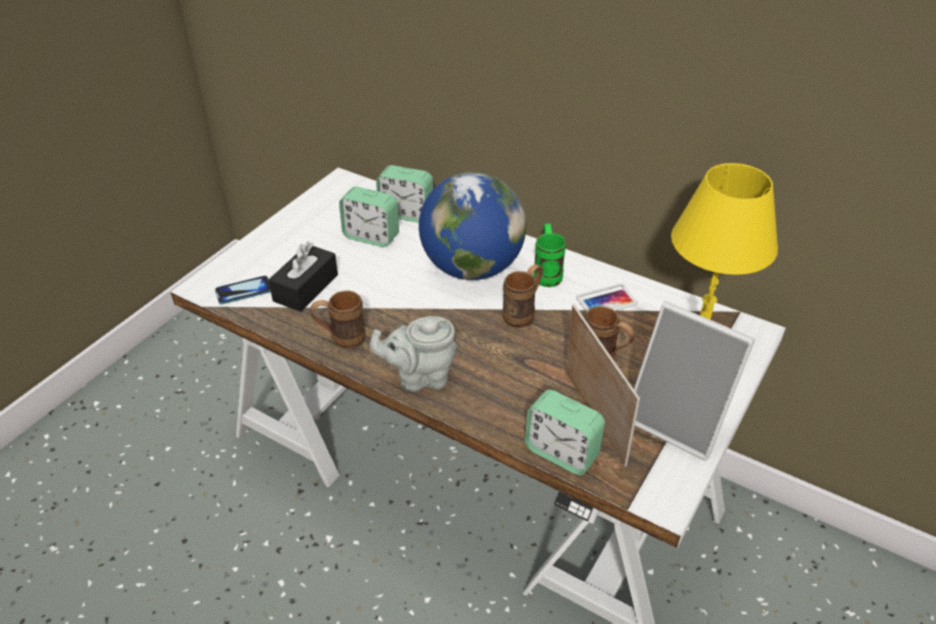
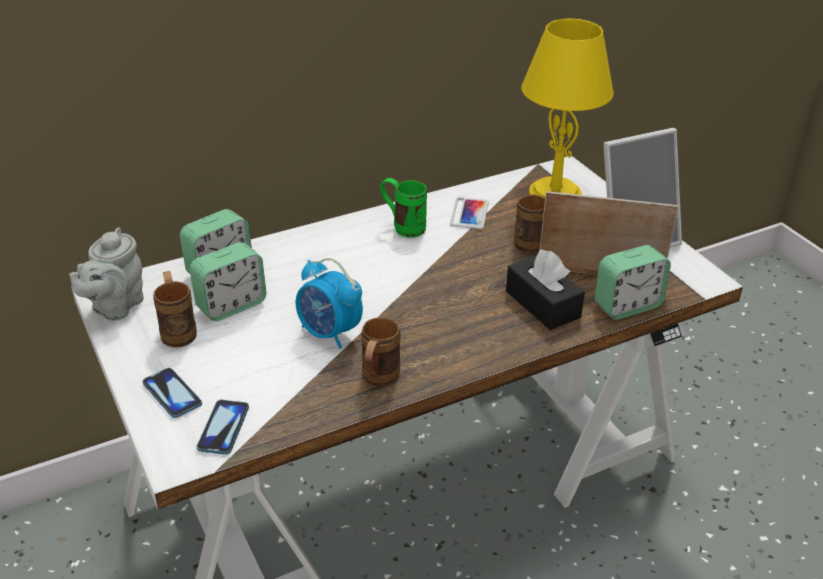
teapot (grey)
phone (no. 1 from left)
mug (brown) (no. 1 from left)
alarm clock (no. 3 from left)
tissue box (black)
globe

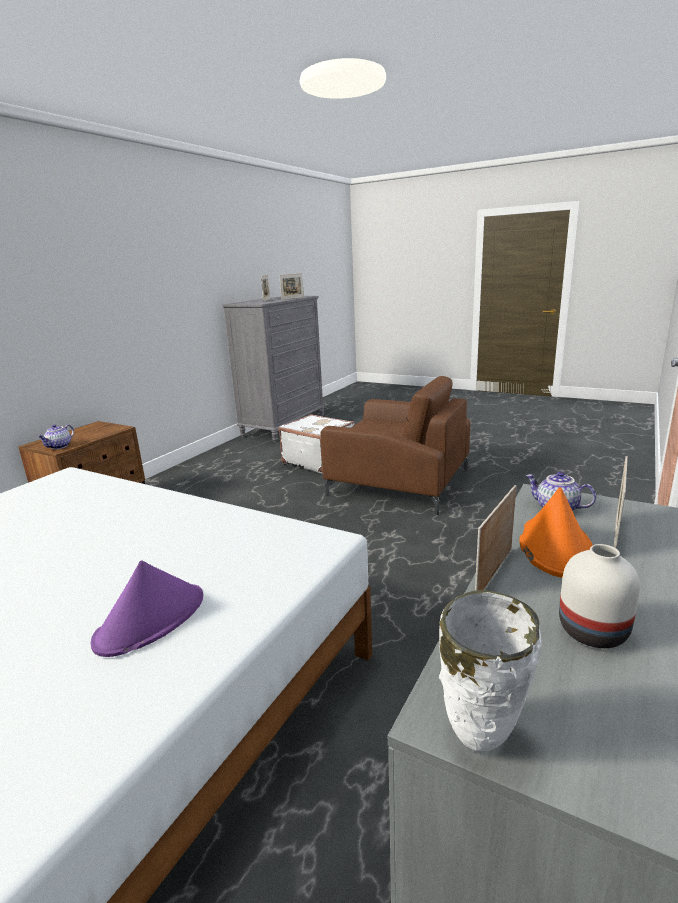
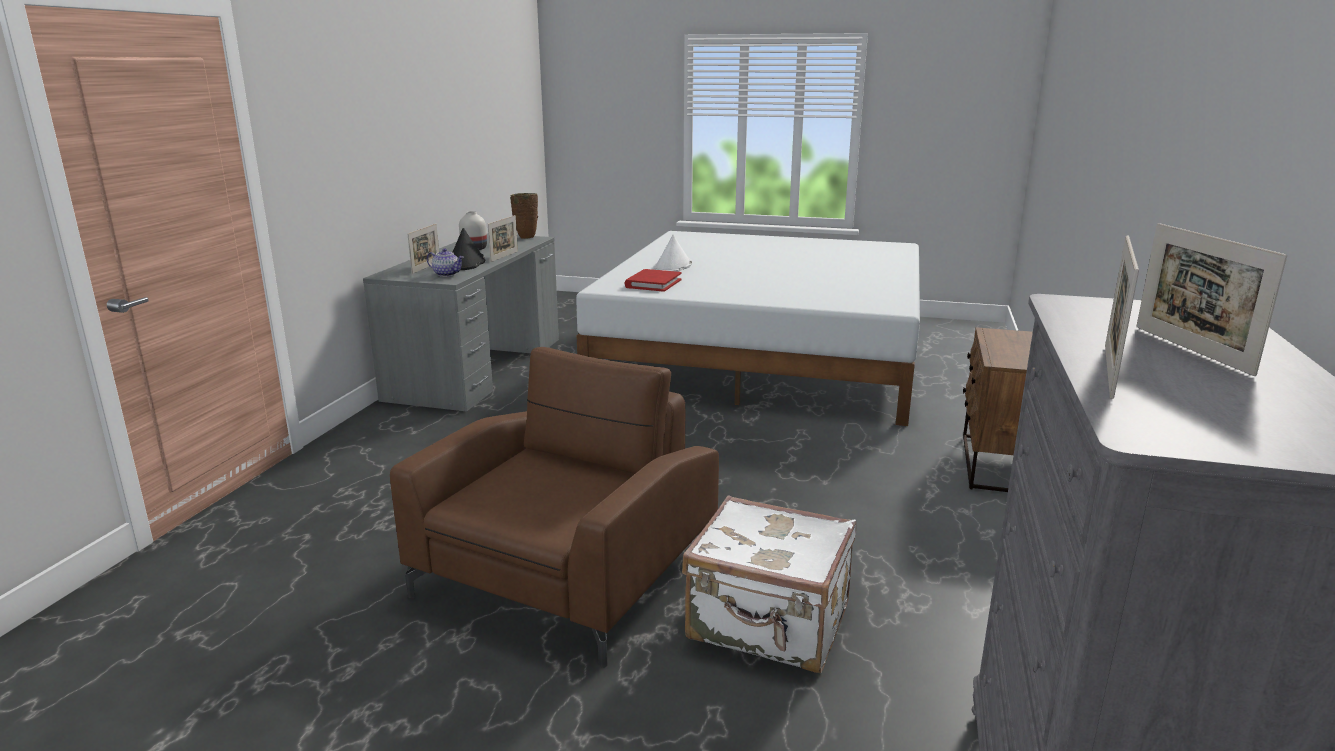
armchair (brown)
hat (black)
vase (brown)
book (red)
hat (white)
teapot (no. 1 from left in the first image)

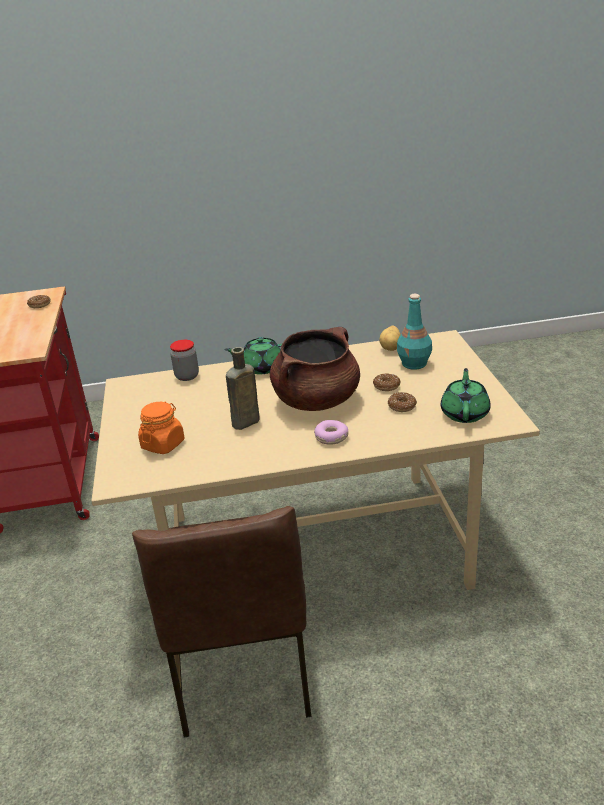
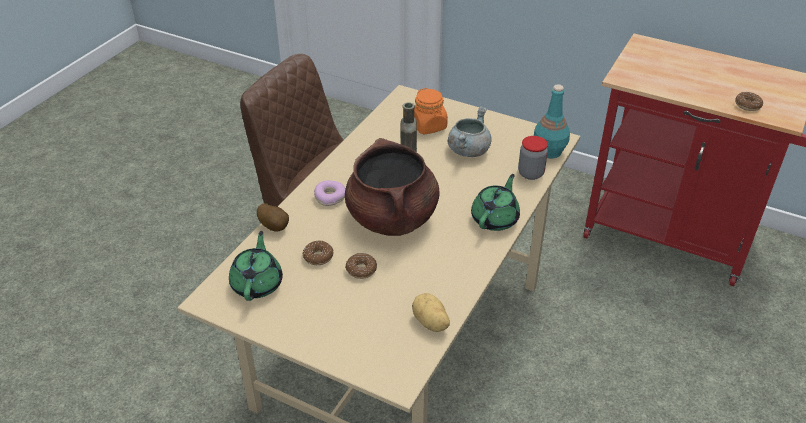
teapot (green) (no. 1 from left)
potato (no. 1 from left)
cooking pot (grey)
bottle (turquoise)

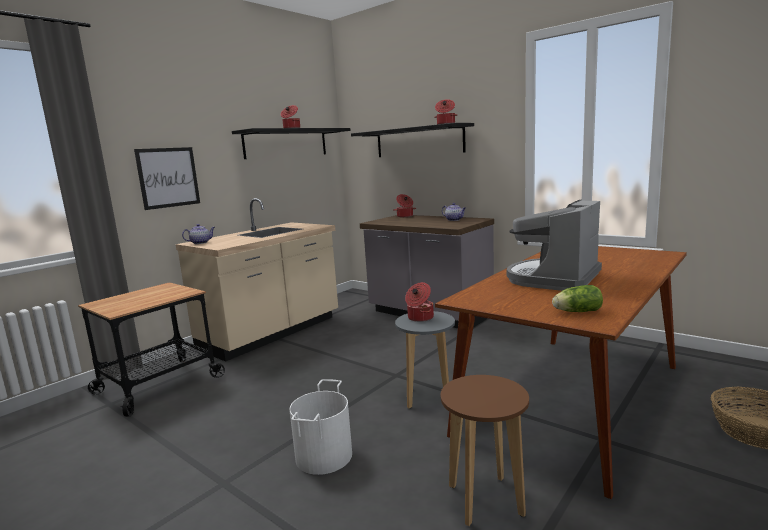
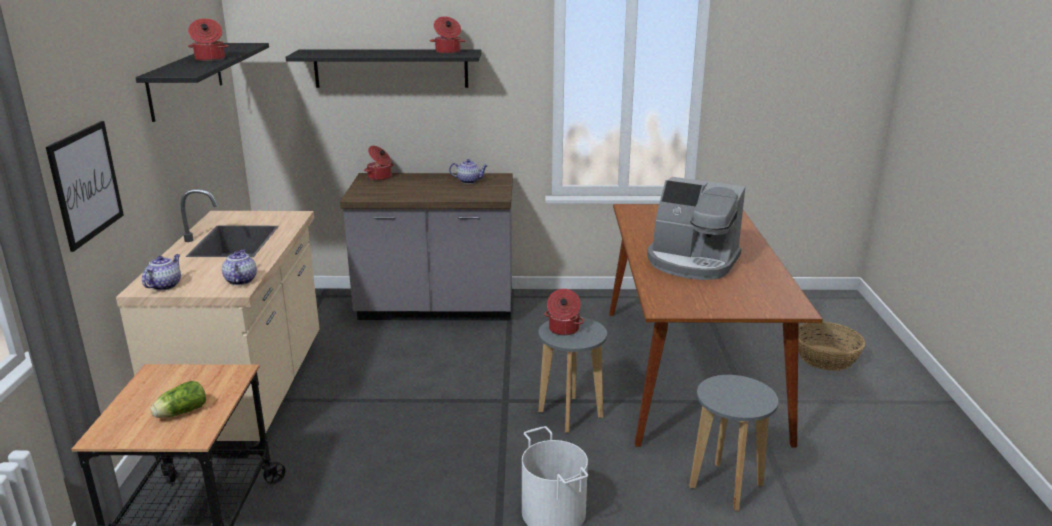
lettuce
teapot (no. 2 from left)
coffee machine
stool (grey) (no. 2 from left)

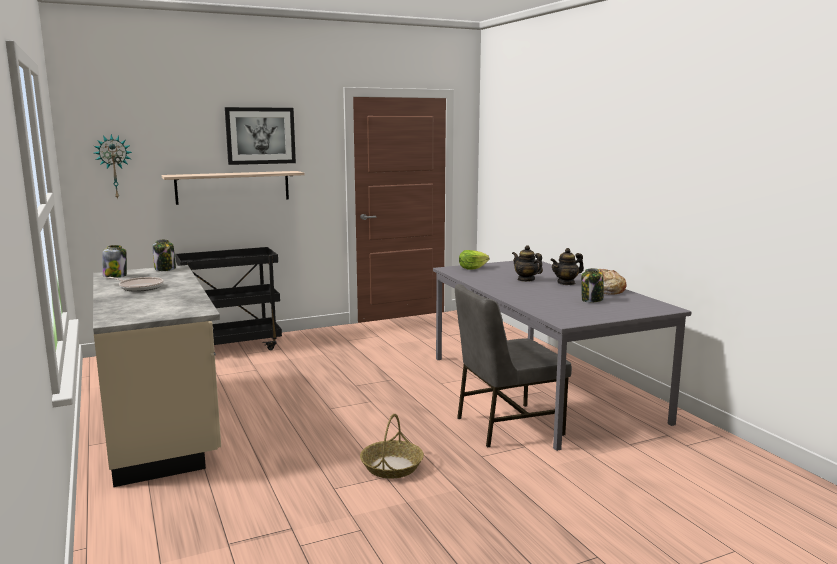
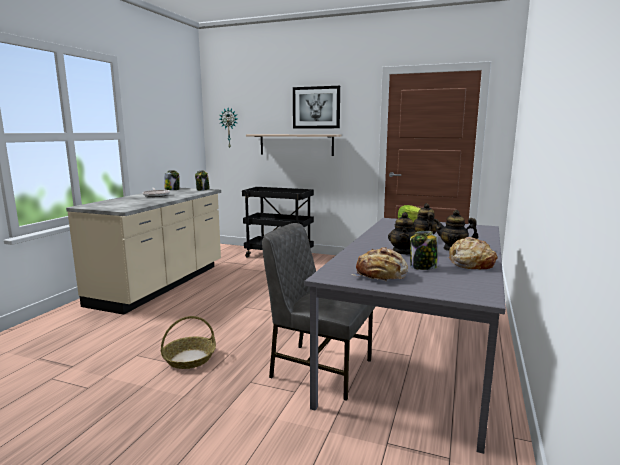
bread (no. 1 from left)
teapot (no. 1 from left)

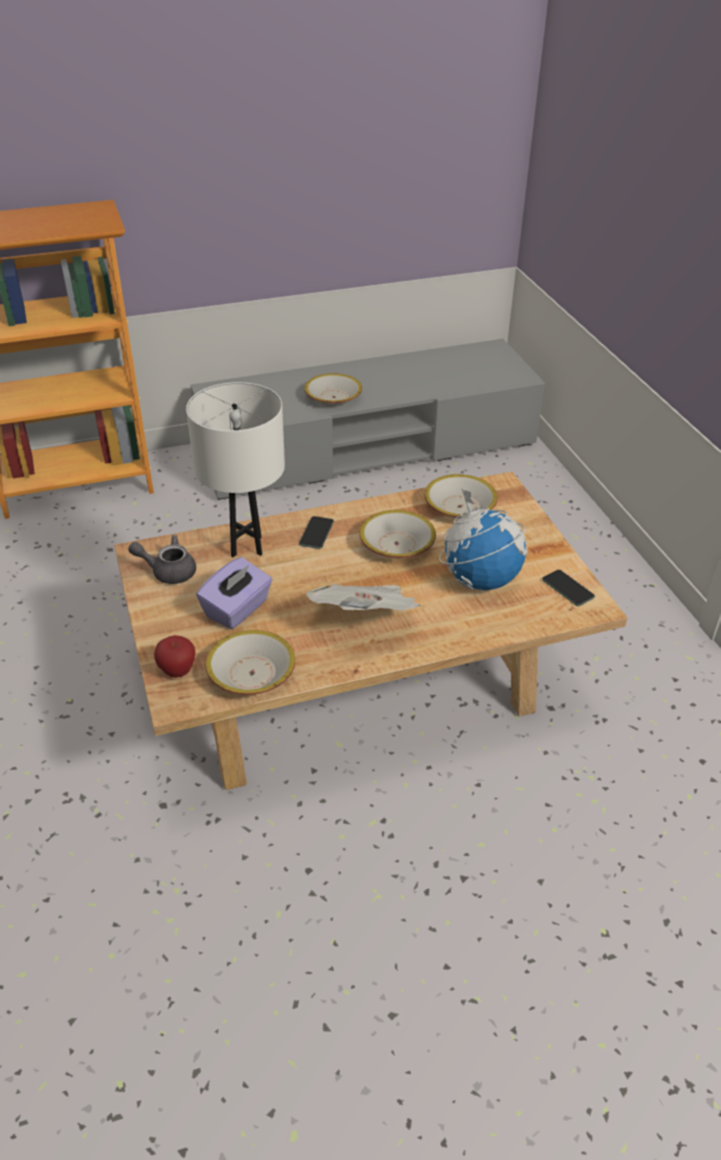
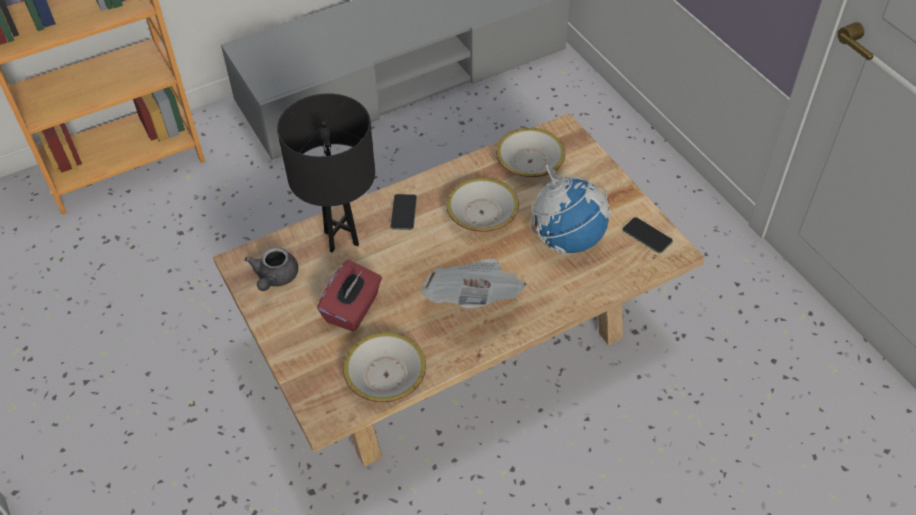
teapot (grey)
table lamp (black)
tissue box (red)
apple
bowl (no. 2 from left in the first image)

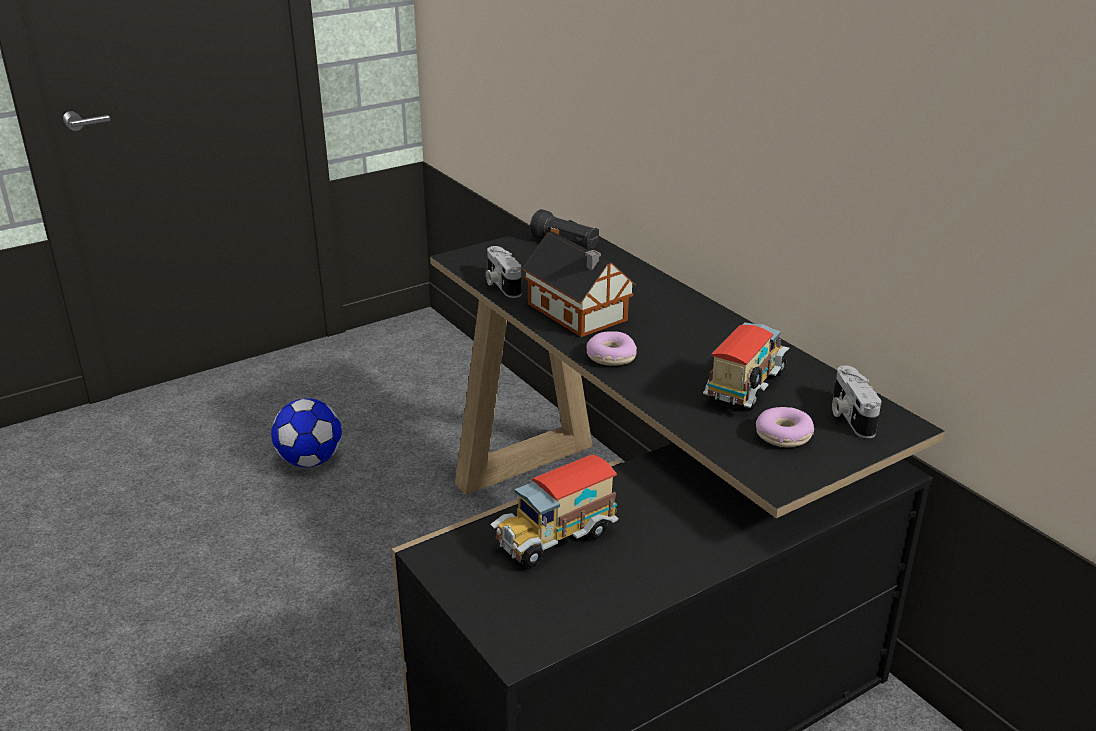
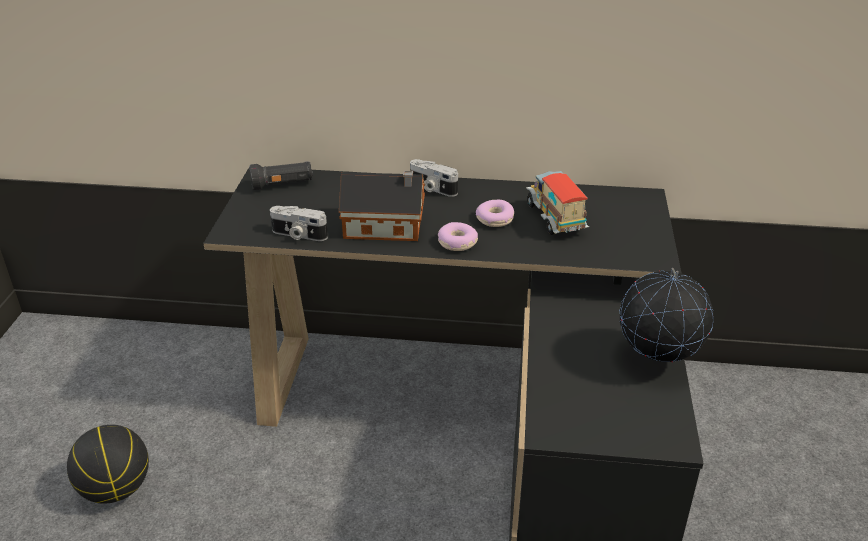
basketball
photo camera (no. 2 from left)
donut (no. 2 from left)
globe
toy truck (no. 1 from left in the first image)

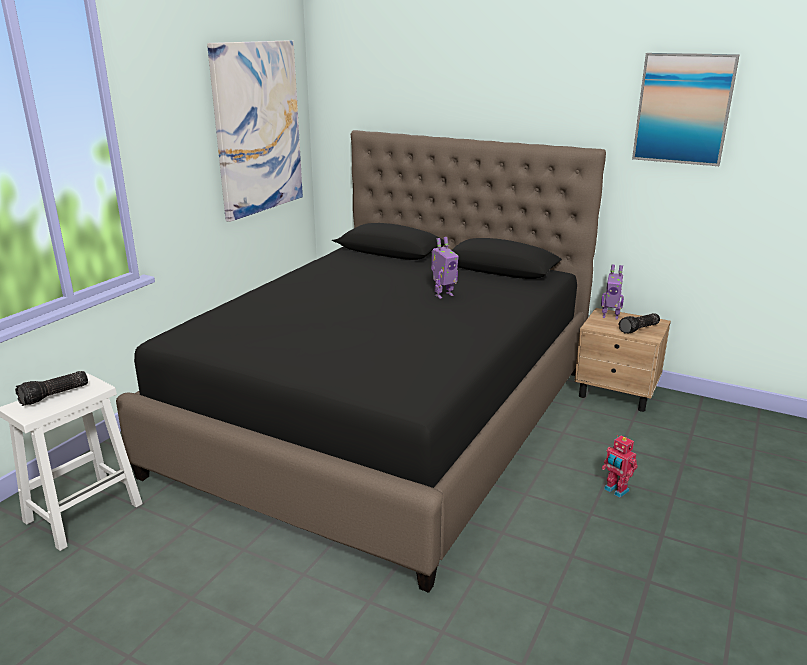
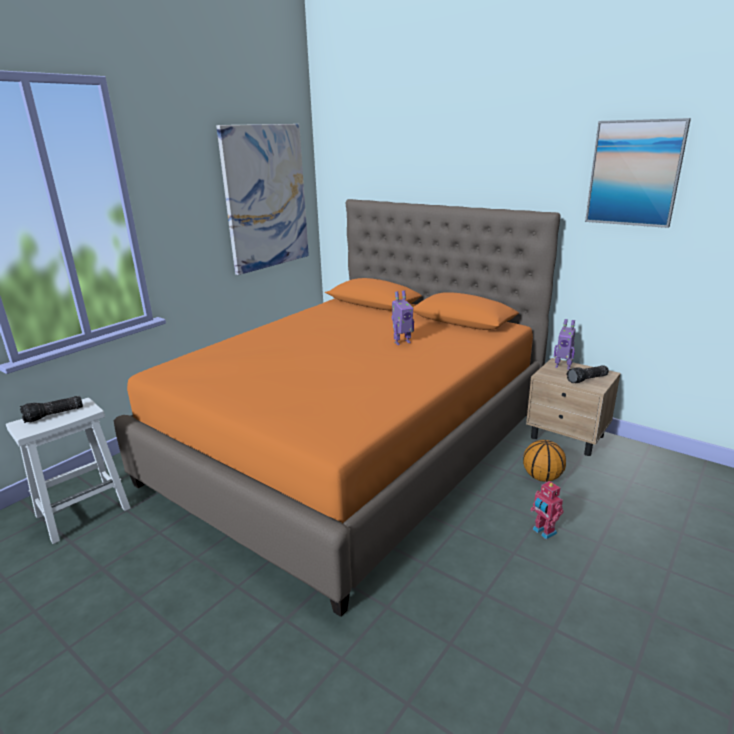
bed (orange)
basketball

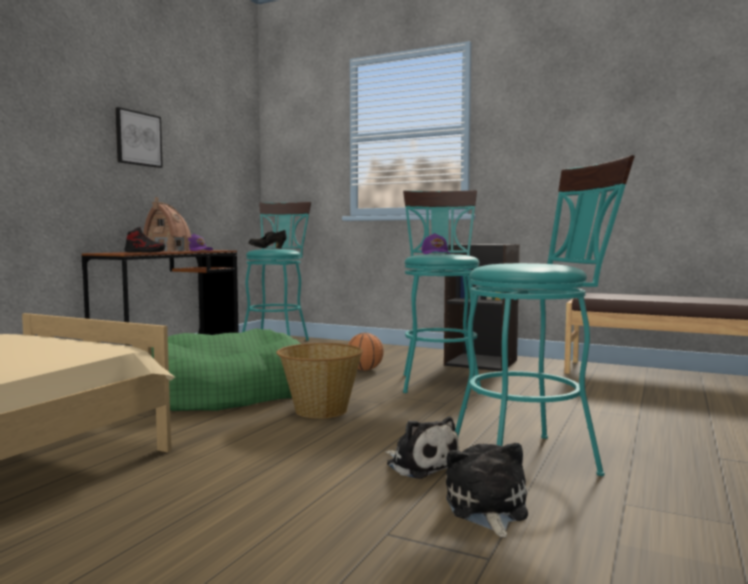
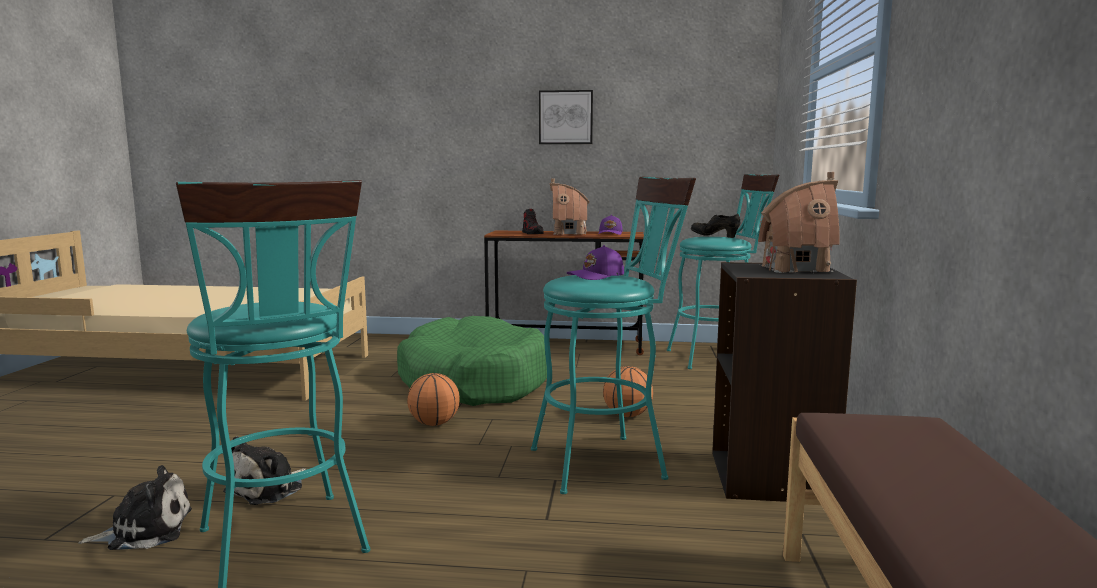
basketball (no. 1 from left)
toy house (no. 2 from left)

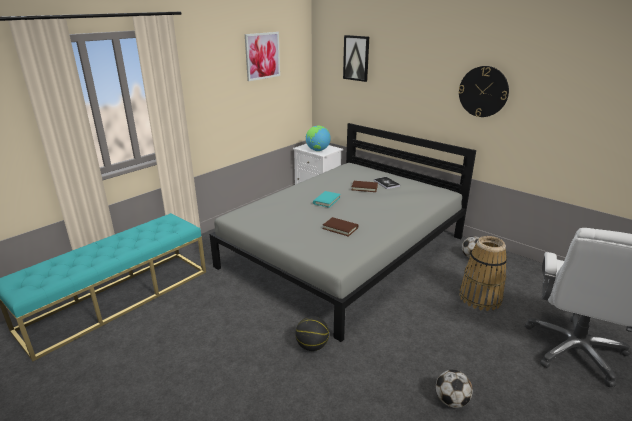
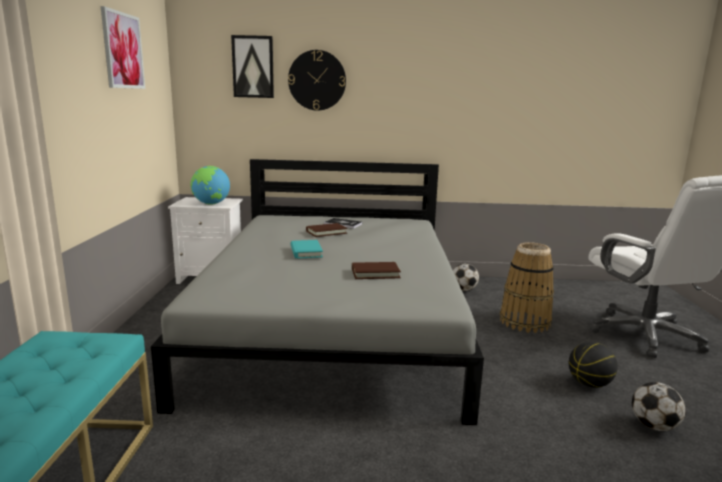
wall clock
basketball

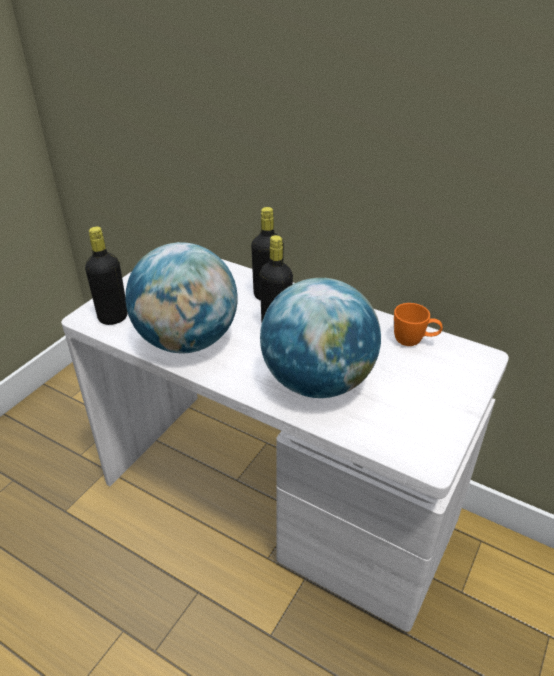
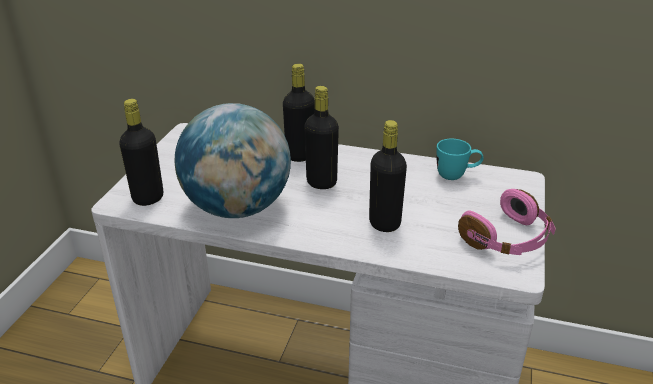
bottle (black) (no. 4 from left)
mug (turquoise)
headphones (pink)

